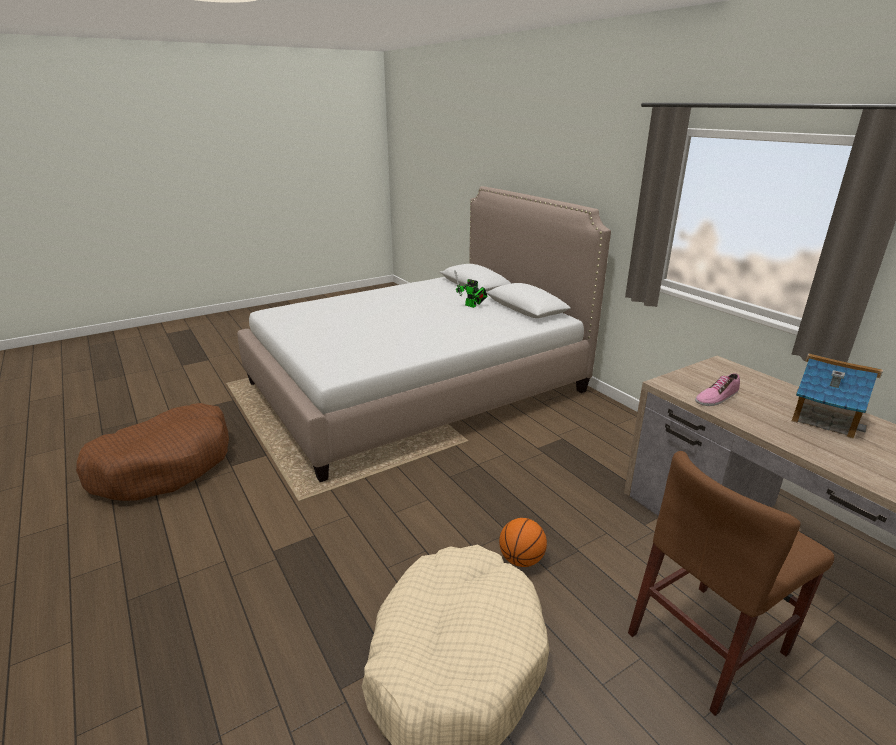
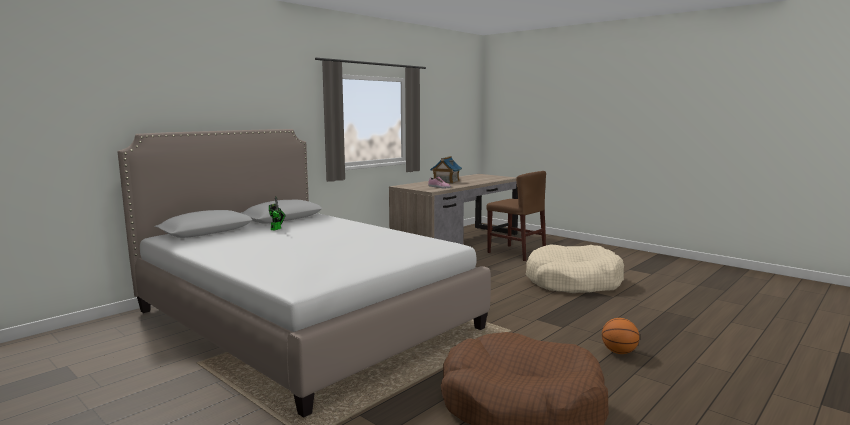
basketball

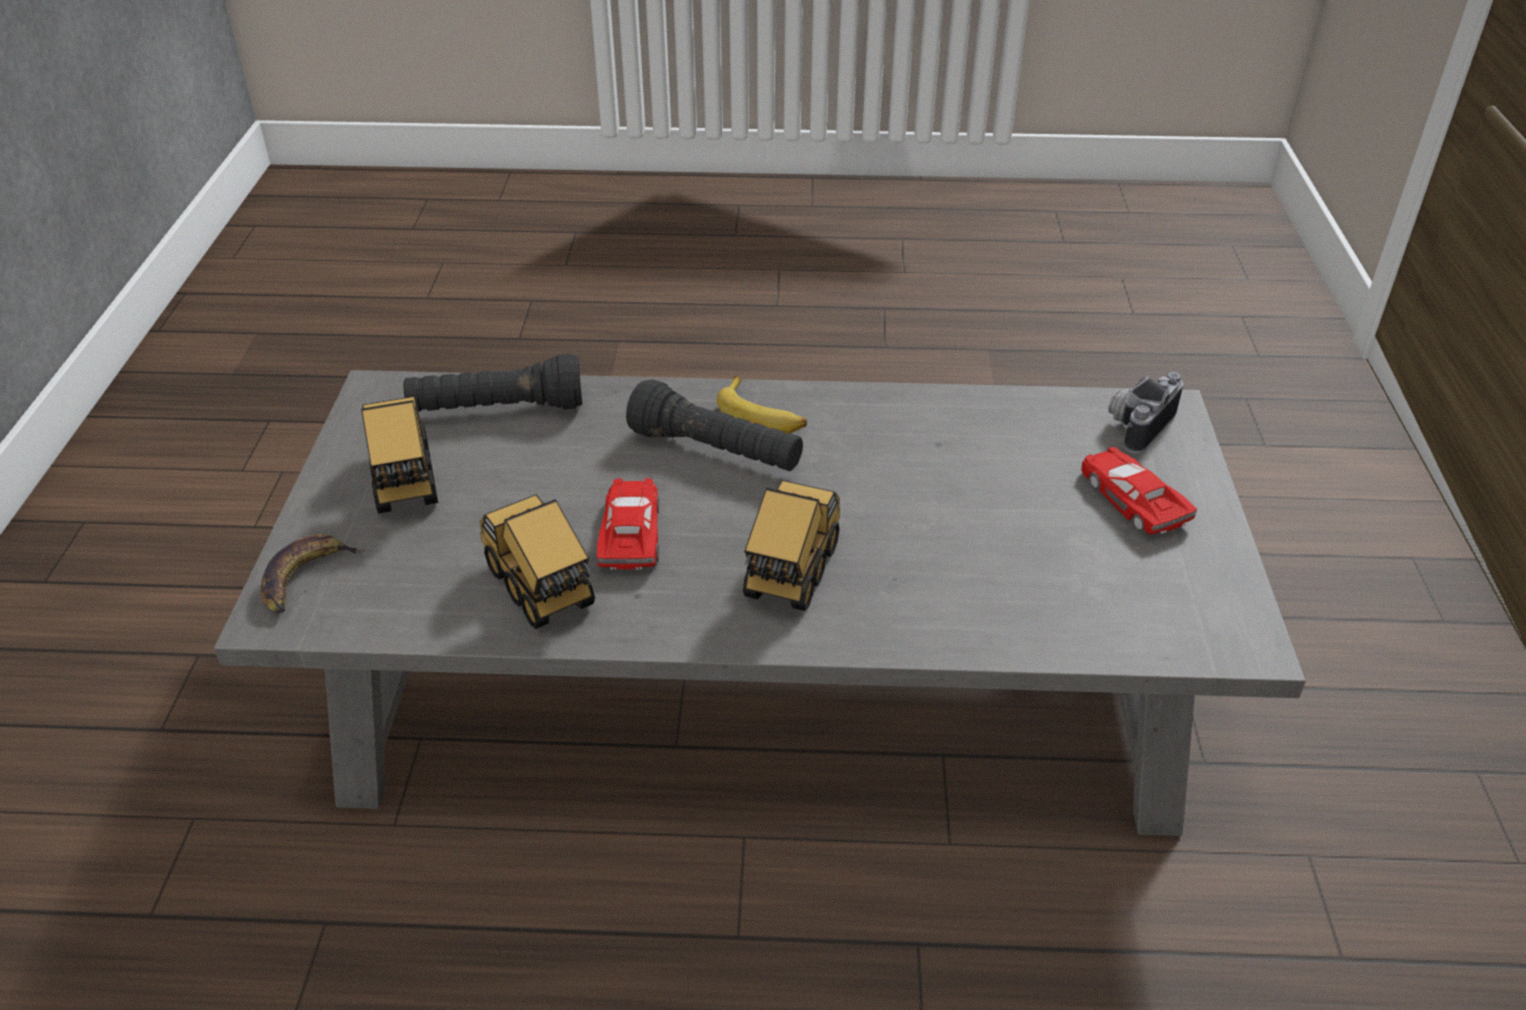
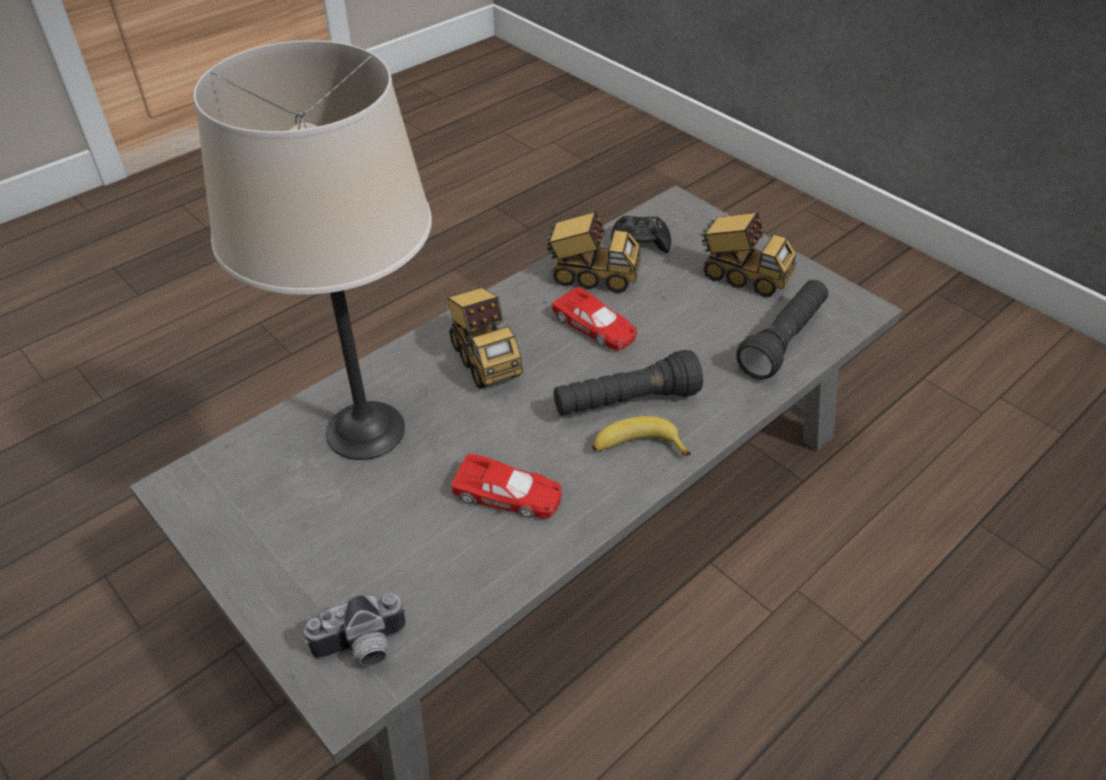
table lamp (beige)
photo camera
toy car (red) (no. 1 from left)
game controller (black)
banana (no. 1 from left in the first image)

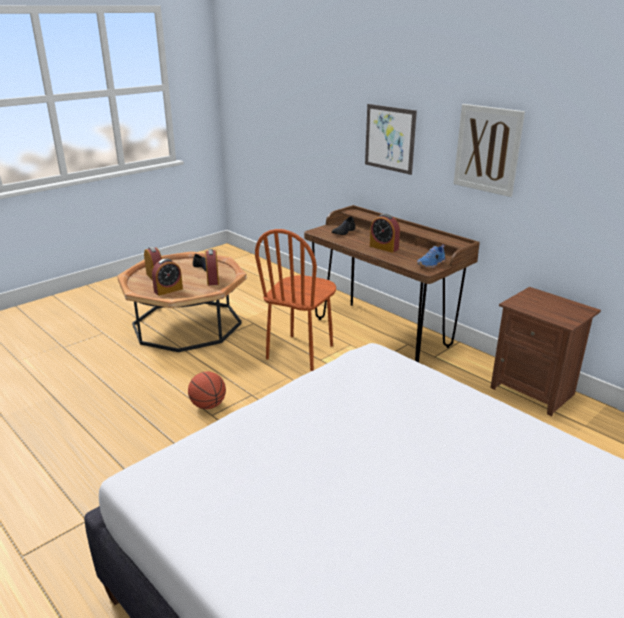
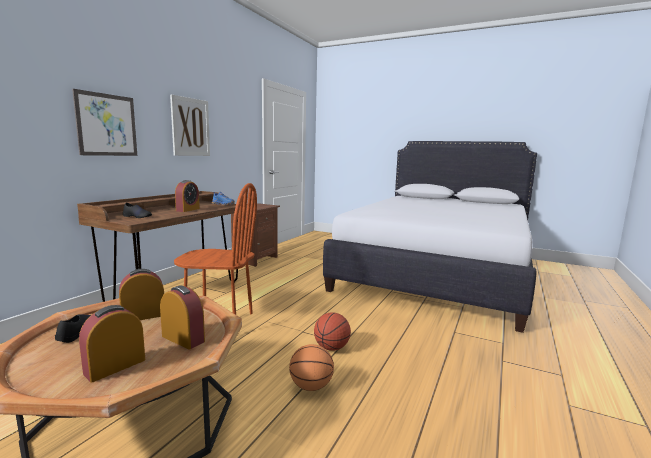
basketball (no. 1 from left)

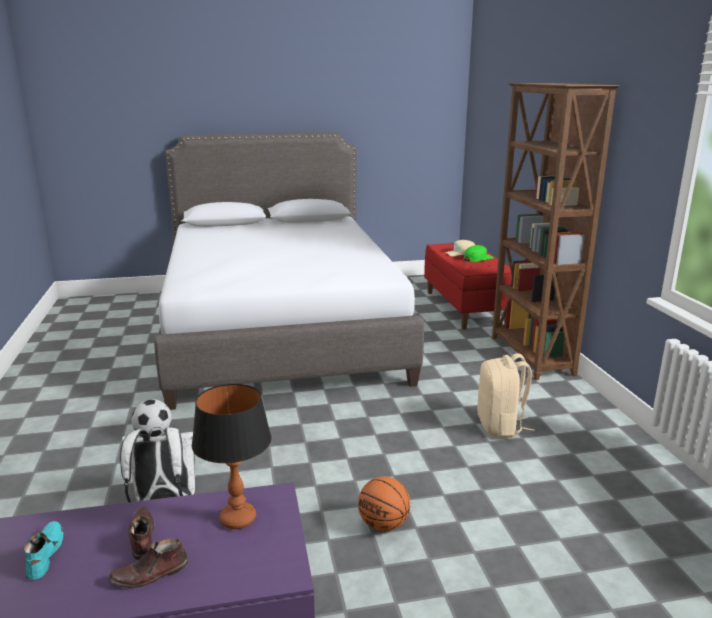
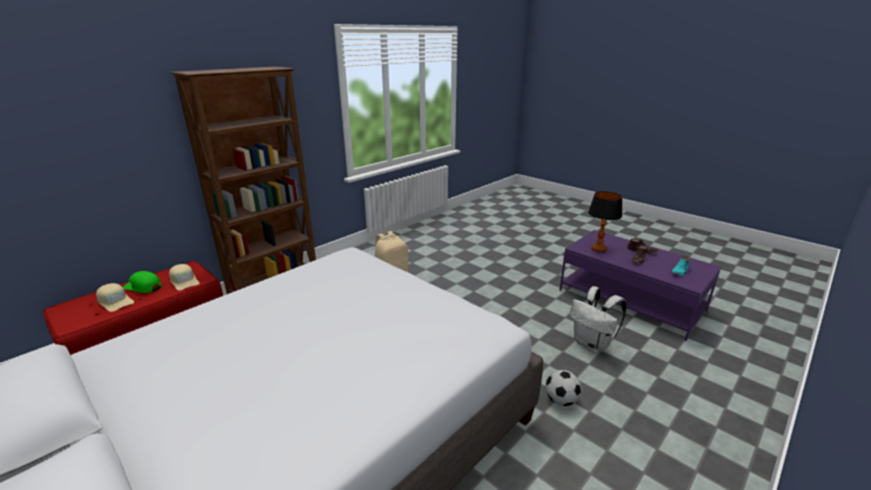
cap (beige) (no. 2 from left)
basketball

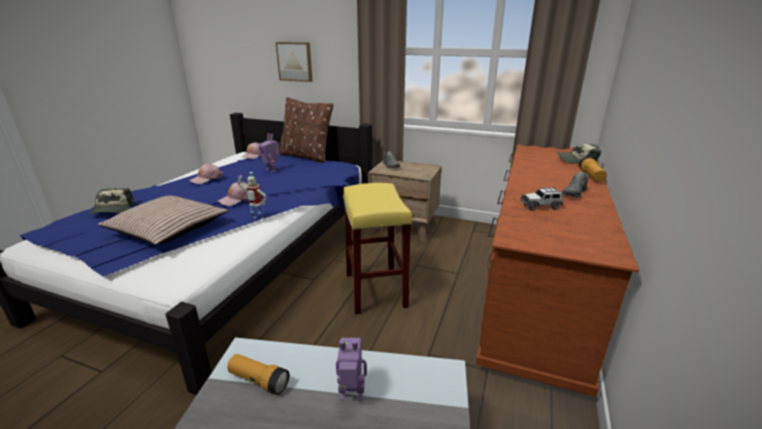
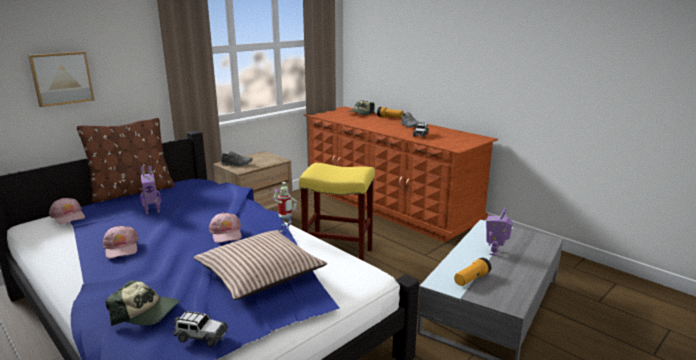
toy car (no. 1 from left)

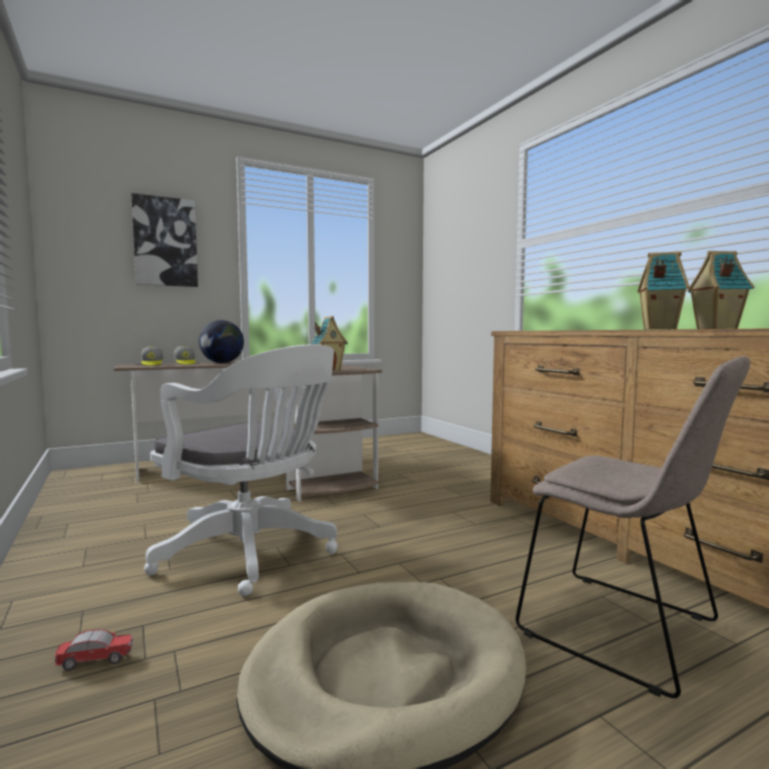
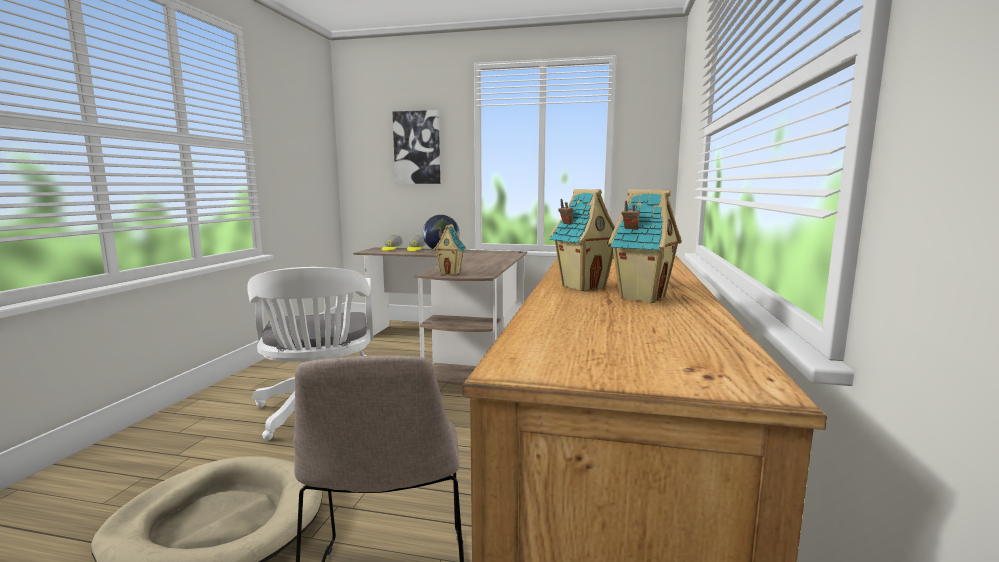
toy car

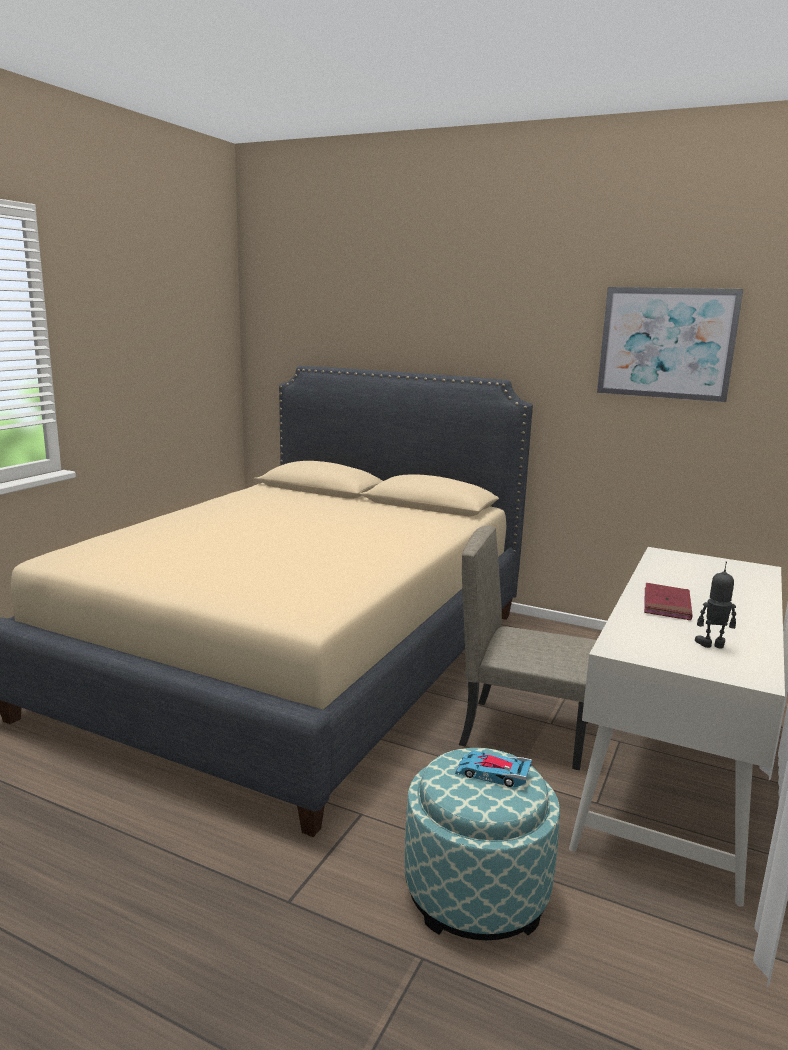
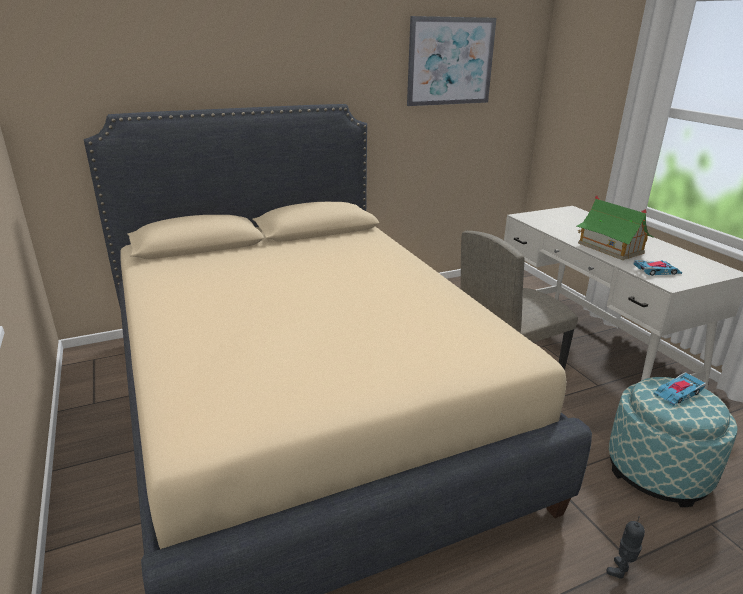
toy house
toy robot
toy car (no. 1 from left)

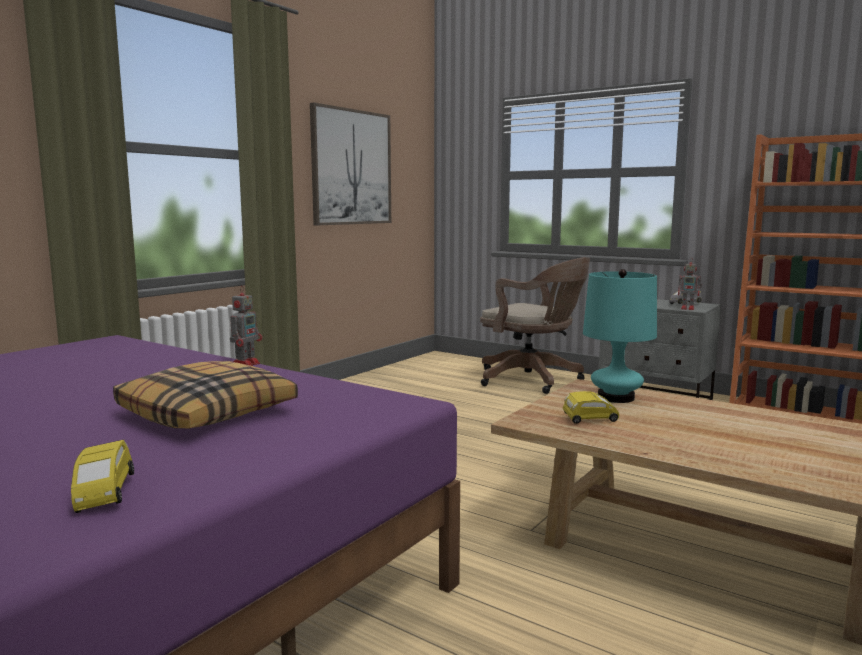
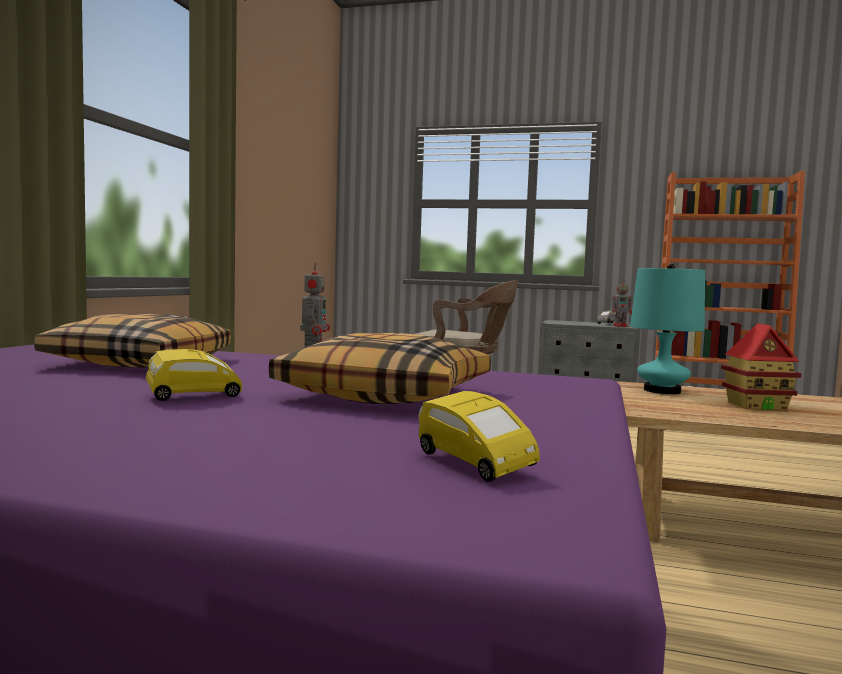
pillow (no. 1 from left)
toy car (yellow) (no. 1 from left)
toy house
picture

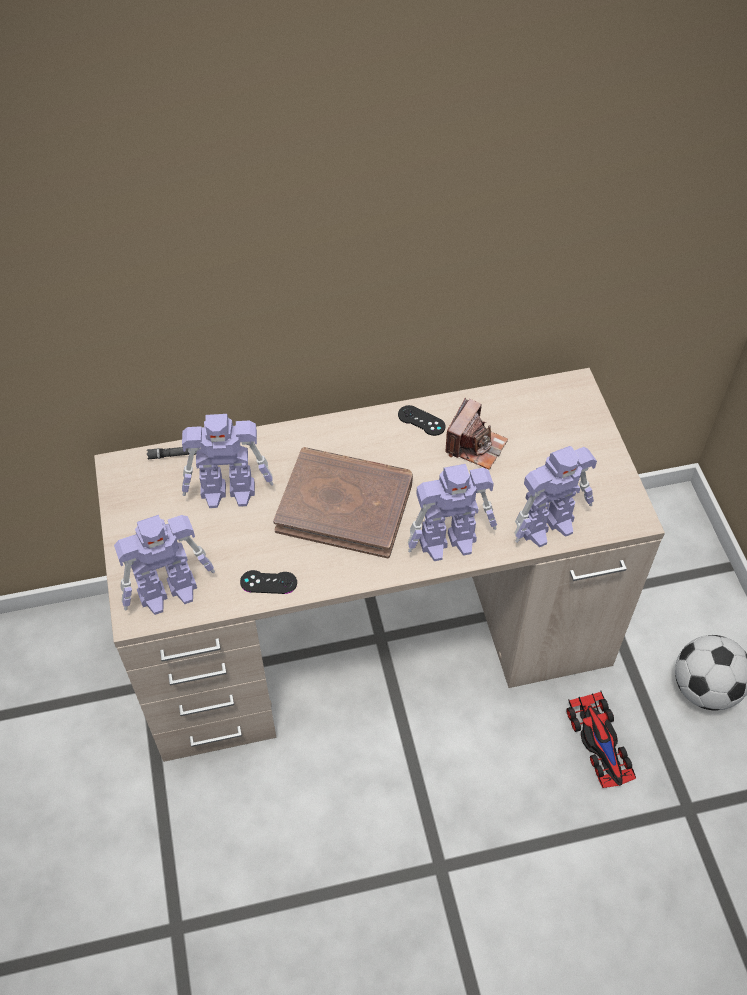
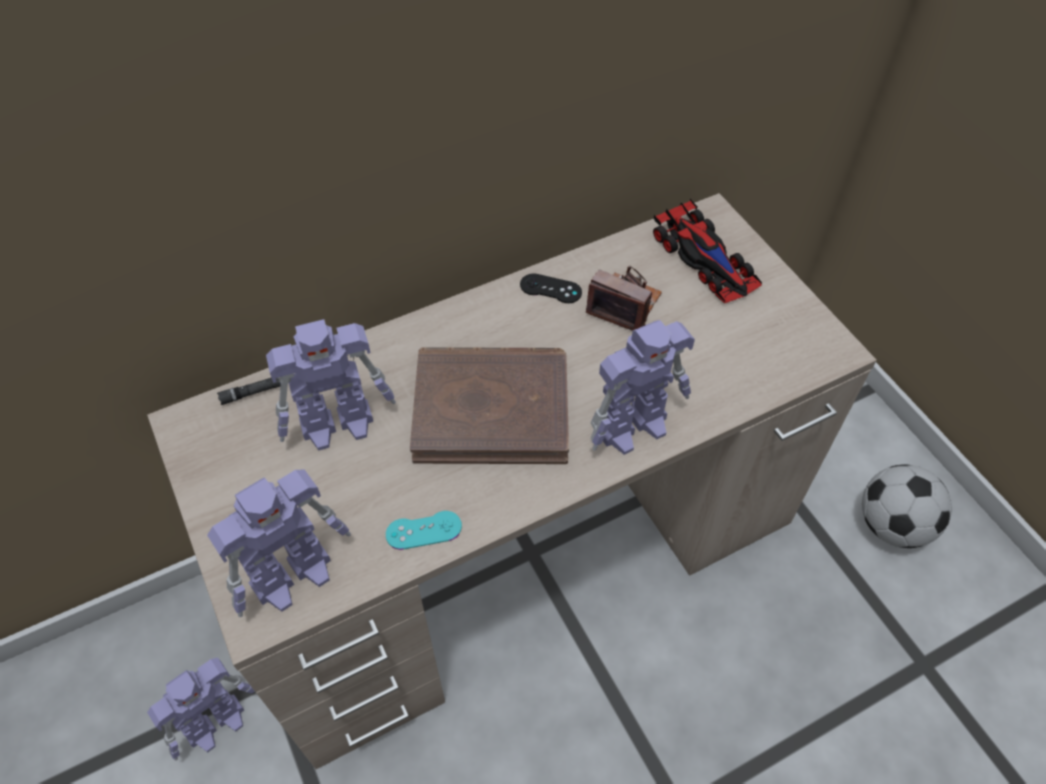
toy robot (no. 1 from left)
game controller (turquoise)
photo camera
toy car

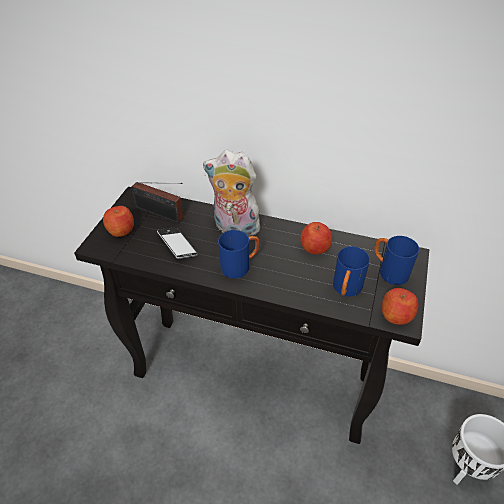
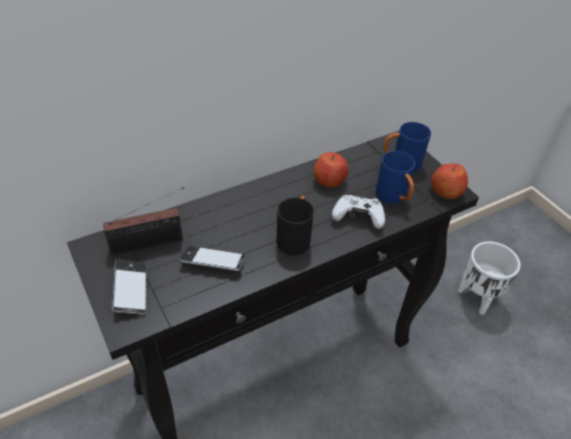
phone (no. 1 from left)
mug (black)
game controller (white)
plush toy

